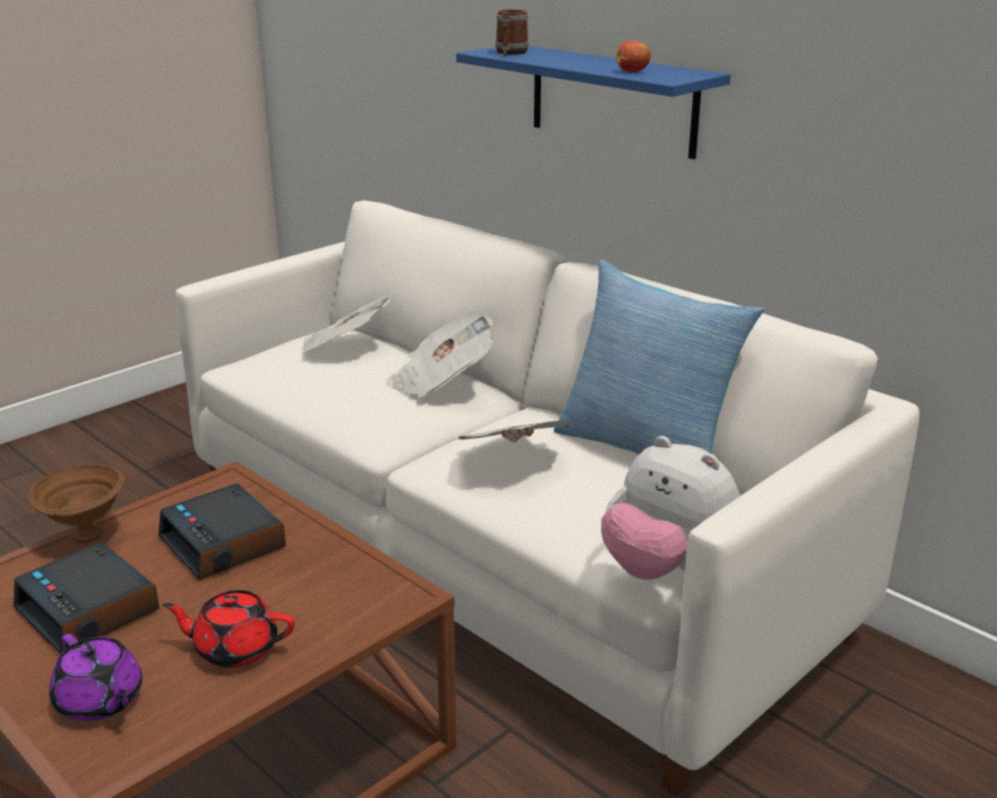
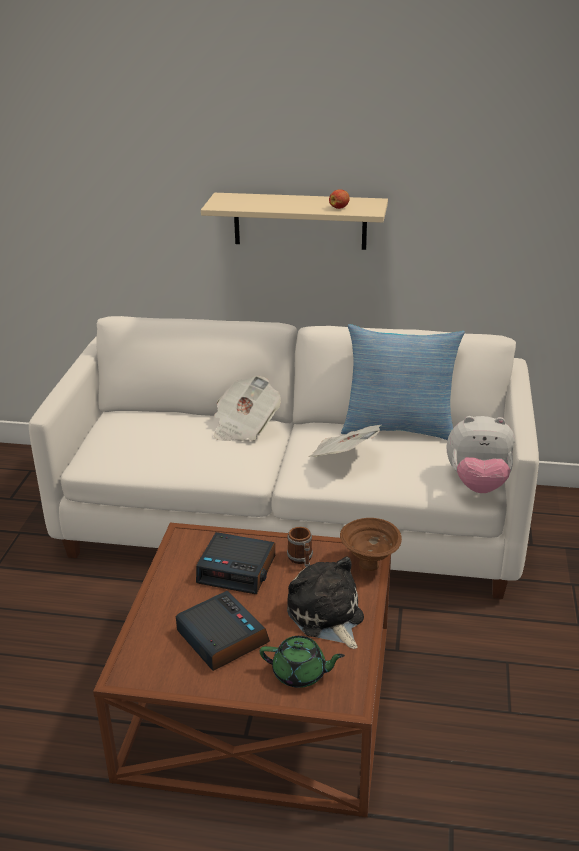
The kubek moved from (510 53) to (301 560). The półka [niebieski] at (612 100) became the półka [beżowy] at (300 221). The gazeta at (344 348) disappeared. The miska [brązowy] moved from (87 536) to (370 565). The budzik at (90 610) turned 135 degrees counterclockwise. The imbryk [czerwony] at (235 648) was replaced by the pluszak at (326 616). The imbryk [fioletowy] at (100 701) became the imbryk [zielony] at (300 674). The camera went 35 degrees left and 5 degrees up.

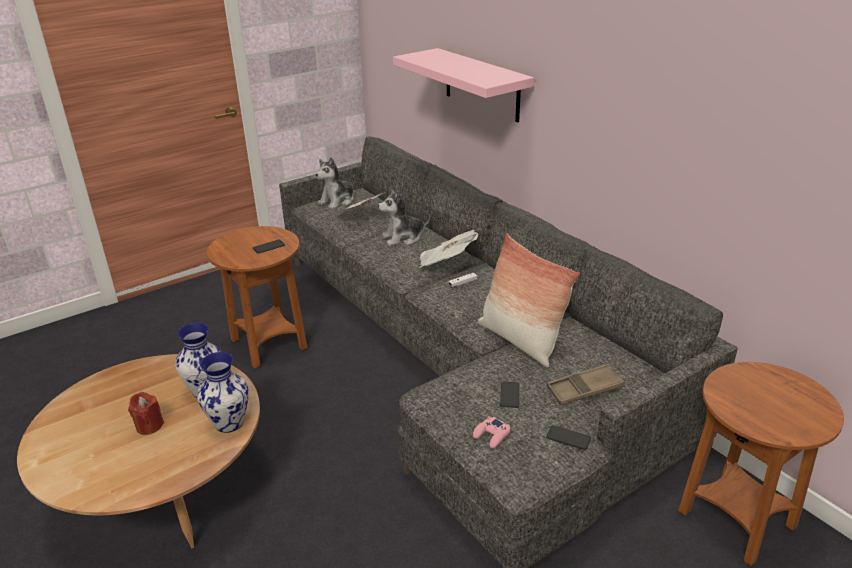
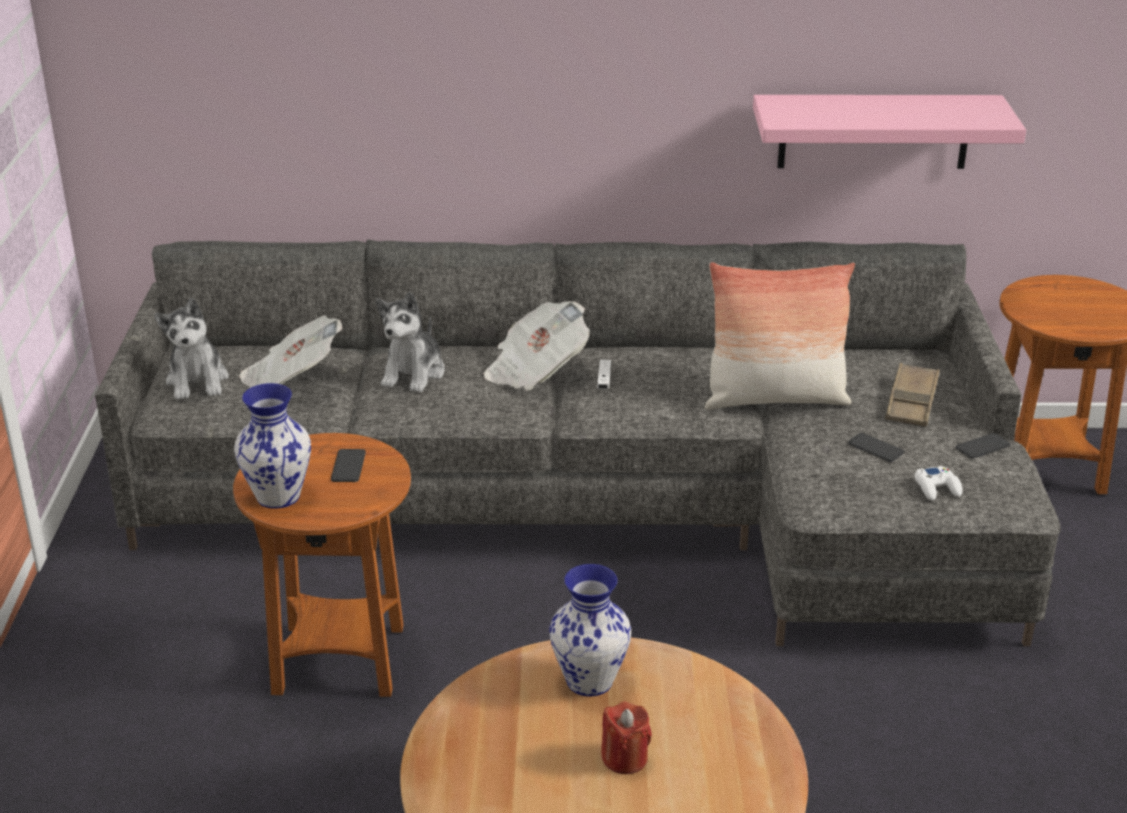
The półka [różowy] moved from (482 85) to (874 131). The wazon moved from (229 422) to (277 496). The pad do gier [różowy] at (492 436) became the pad do gier [biały] at (937 488). The camera went 55 degrees left and 0 degrees up.

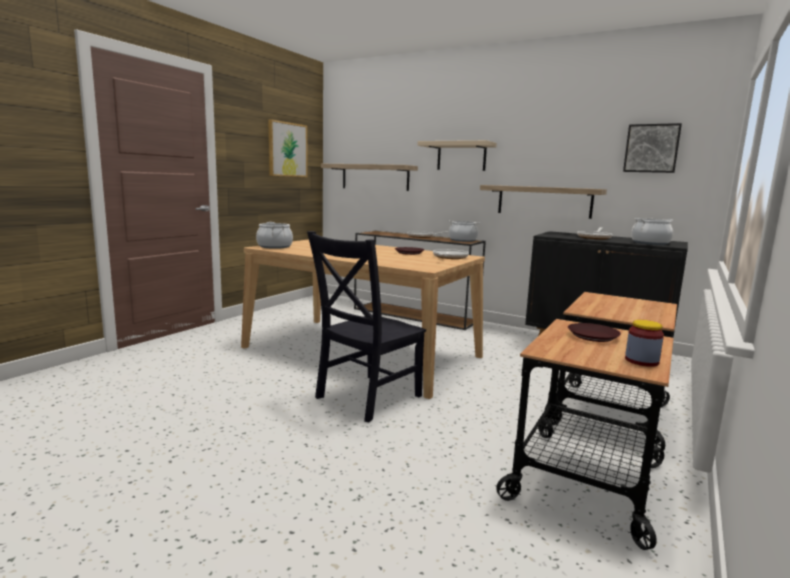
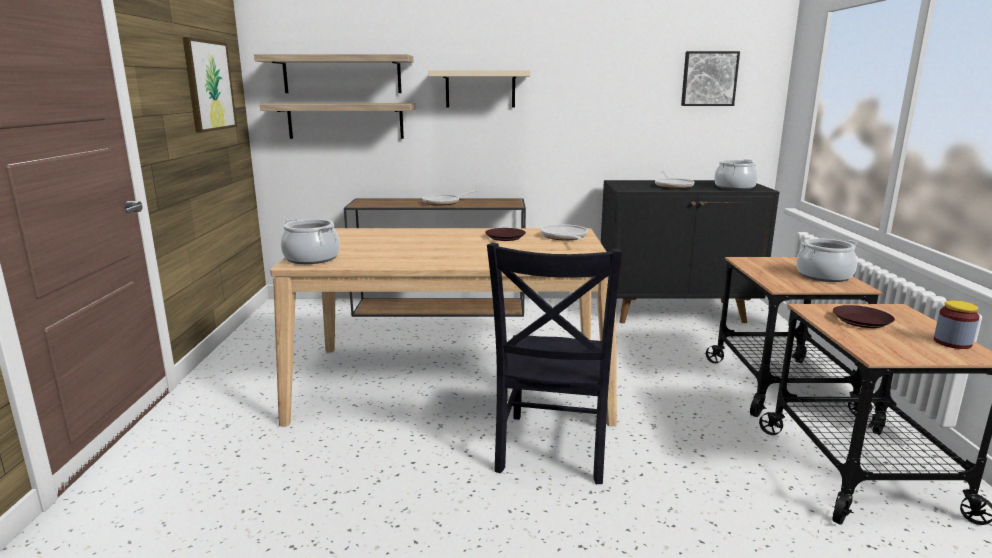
The półka moved from (544 201) to (342 74). The garnek moved from (463 240) to (824 276). The camera went 30 degrees left and 5 degrees up.

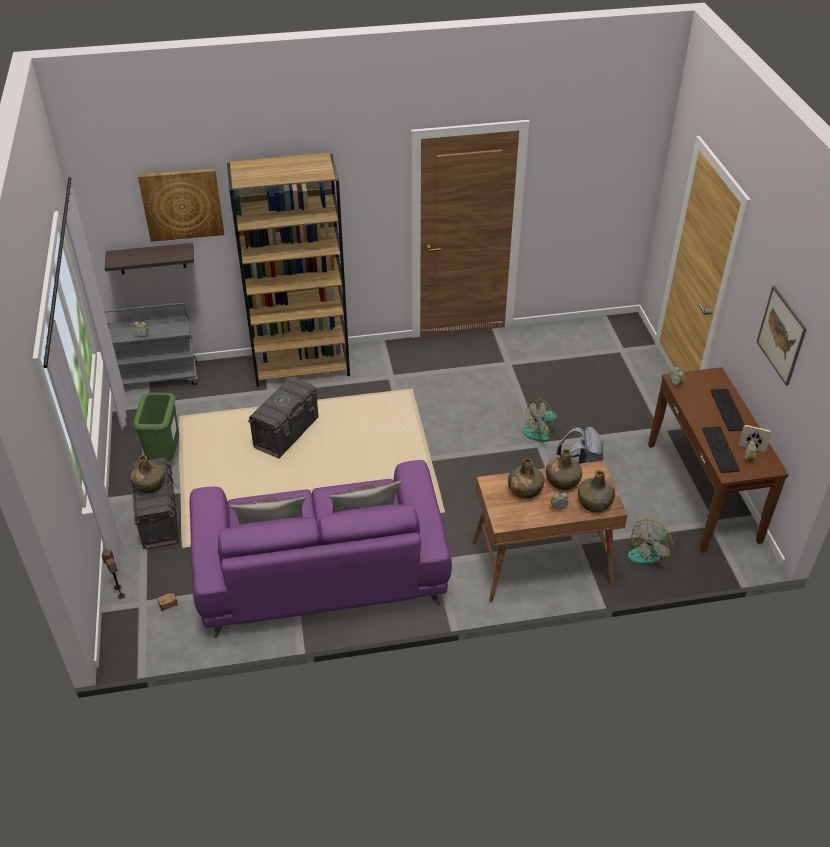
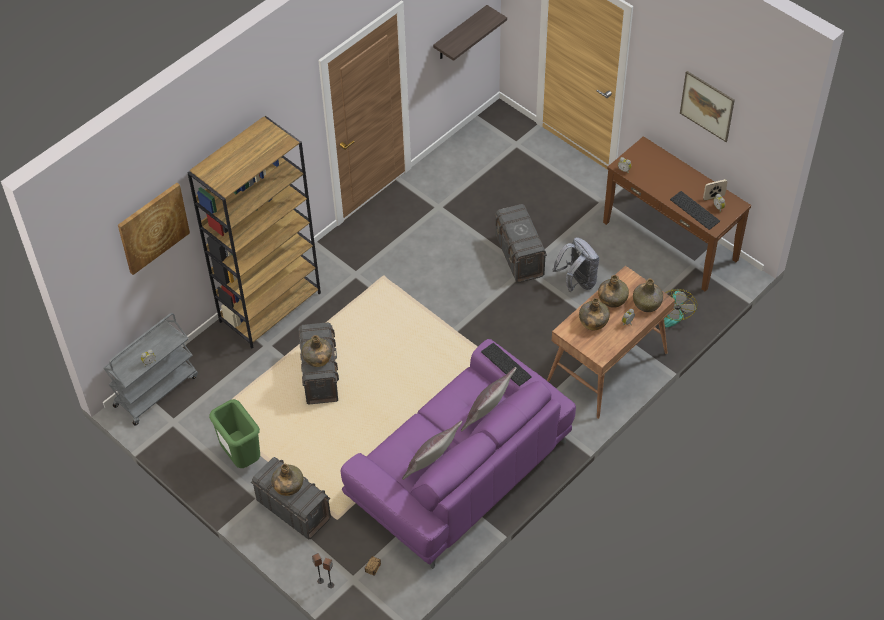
The półka moved from (152 258) to (460 34). The klawiatura moved from (726 409) to (505 364). The wentylator at (543 432) was replaced by the pojemnik do przechowywania [szary] at (519 256). The butelka [zielony] at (317 358) appeared. The camera went 35 degrees left and 10 degrees up.

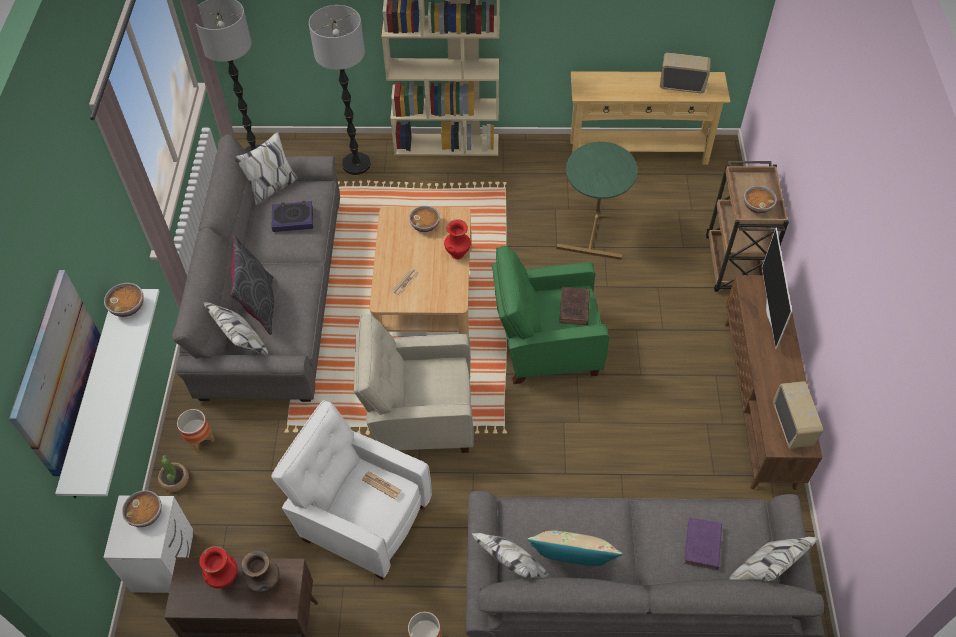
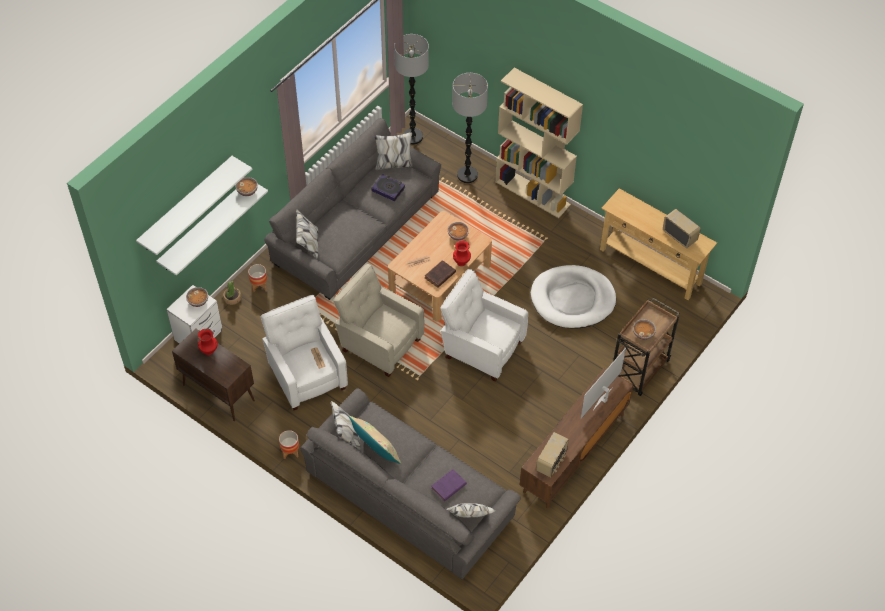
The stolik [zielony] at (593 231) was replaced by the legowisko [biały] at (572 299). The poduszka [szary] at (259 306) disappeared. The fotel [zielony] at (545 346) became the fotel [biały] at (481 348). The obraz at (55 372) was replaced by the półka [biały] at (186 204). The książka [brązowy] moved from (574 309) to (439 275). The wazon [brązowy] at (266 584) disappeared. The camera went 35 degrees right and 0 degrees up.

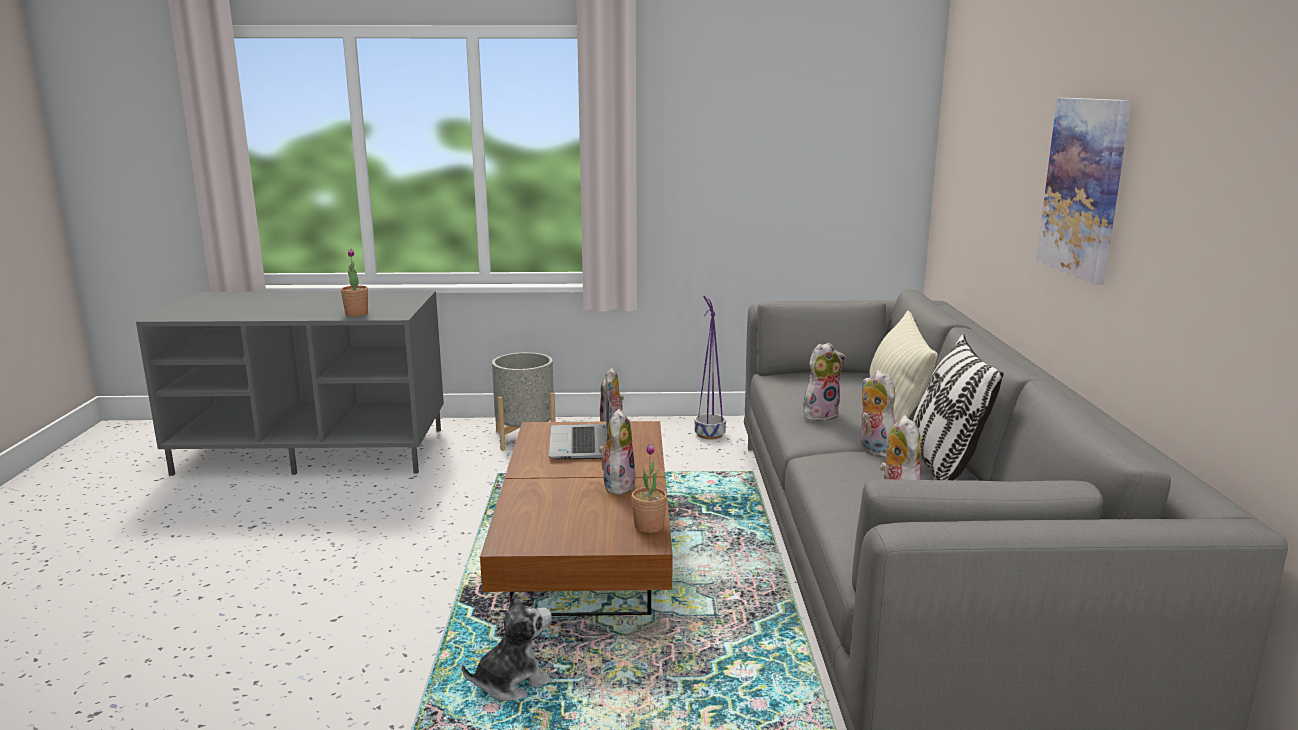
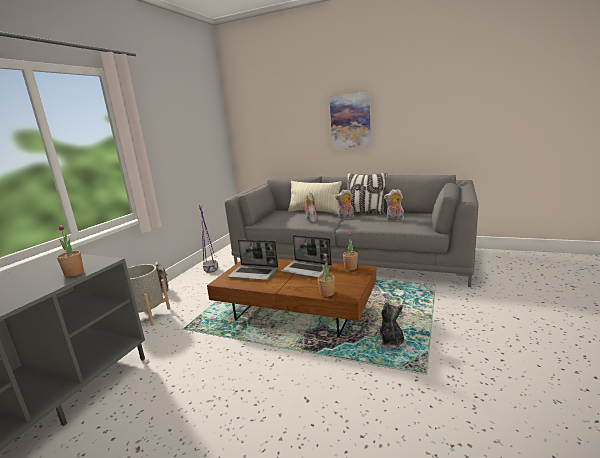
The pluszak at (617 485) was replaced by the laptop at (307 270). The roślina doniczkowa at (327 293) appeared. The camera went 65 degrees left and 0 degrees up.

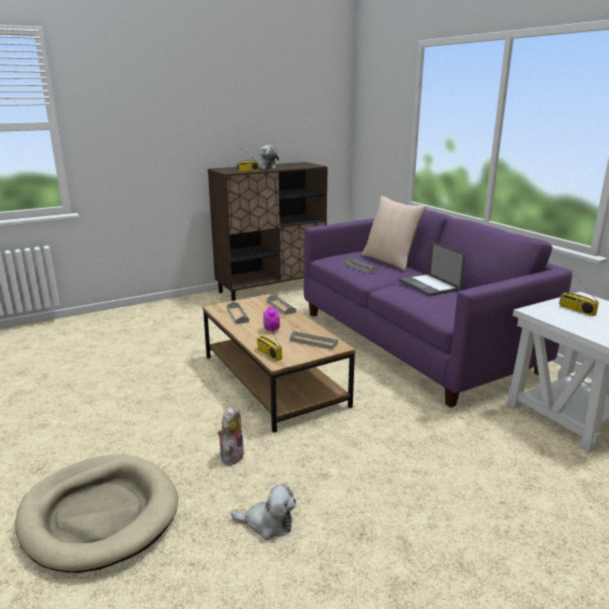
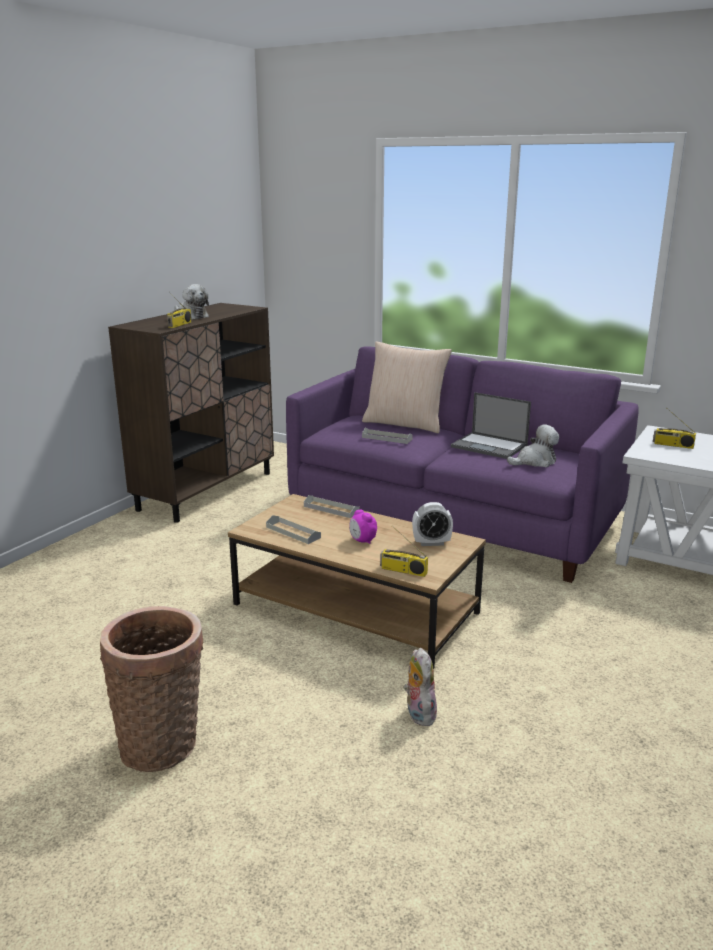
The taca [szary] at (313 342) was replaced by the budzik at (431 543). The legowisko [beżowy] at (99 514) disappeared. The pluszak moved from (267 524) to (535 462). The koszyk at (163 743) appeared. The camera went 30 degrees left and 0 degrees up.

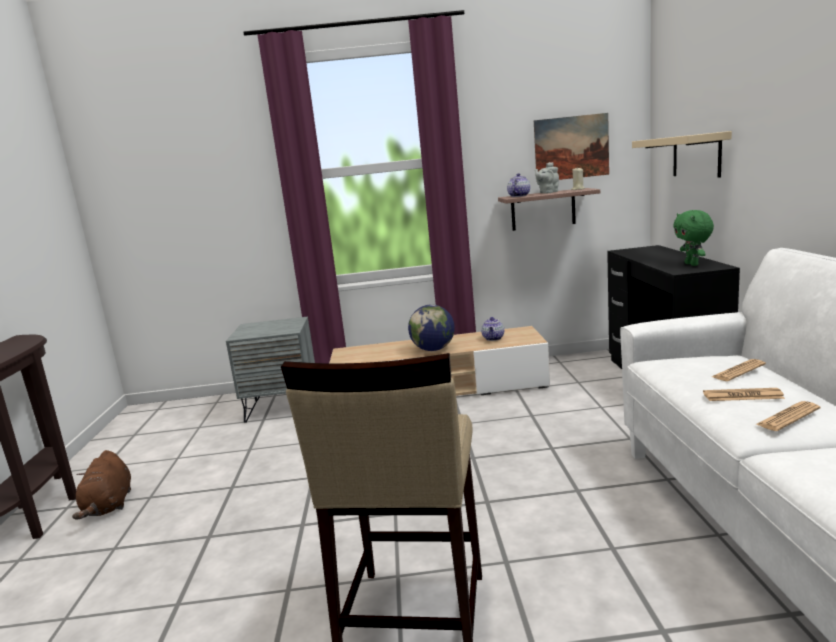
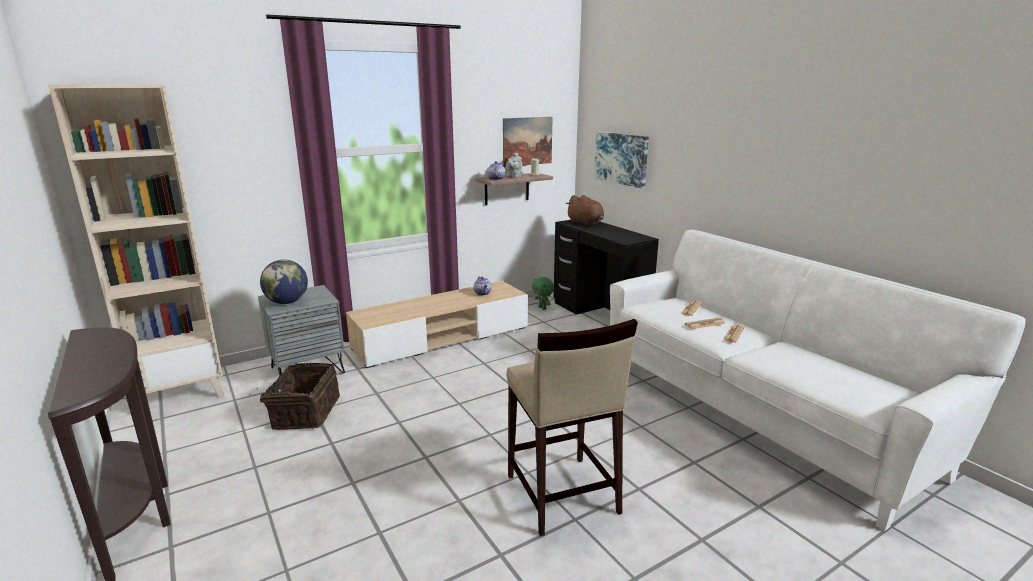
The półka [beżowy] at (696 155) was replaced by the obraz at (621 158). The pluszak [zielony] moved from (692 264) to (542 308). The globus moved from (433 349) to (287 302). The pluszak [brązowy] moved from (109 506) to (586 223). The regał [beżowy] at (182 392) appeared. The koszyk at (304 413) appeared. The camera went 30 degrees left and 5 degrees up.

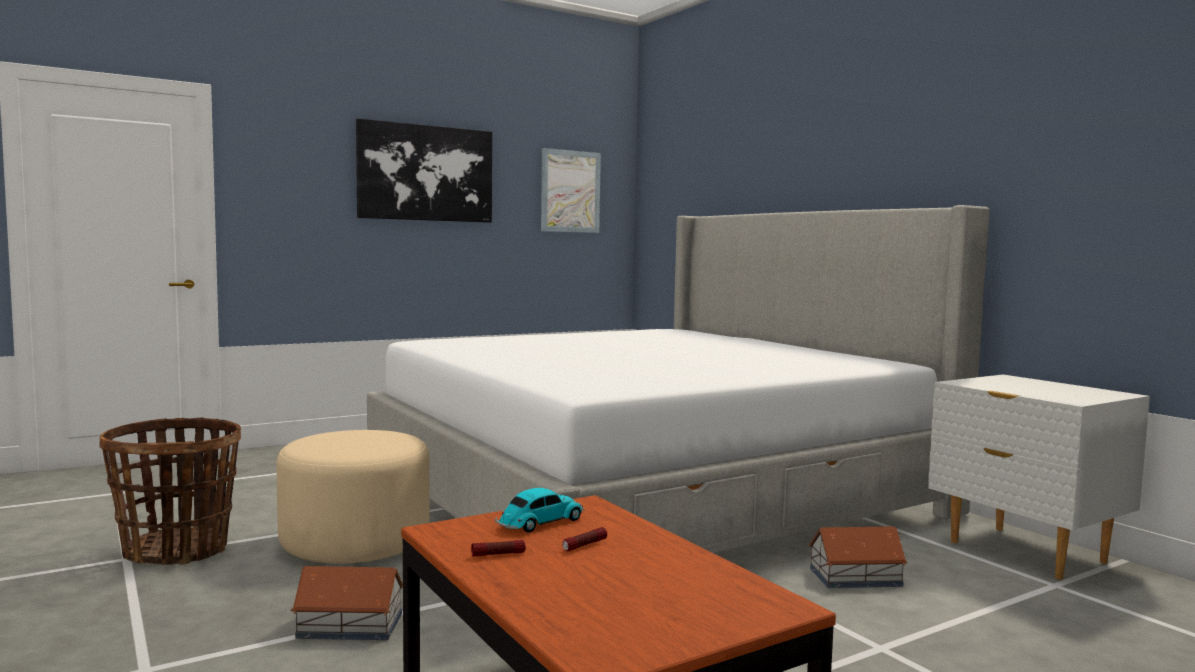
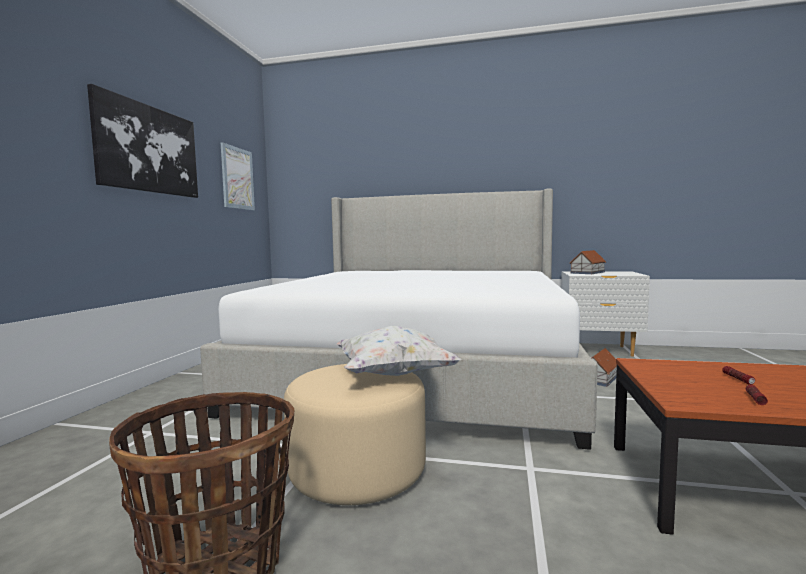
The samochodzik at (539 523) disappeared. The domek moved from (351 626) to (588 272). The poduszka [biały] at (393 374) appeared. The camera went 45 degrees left and 0 degrees up.

